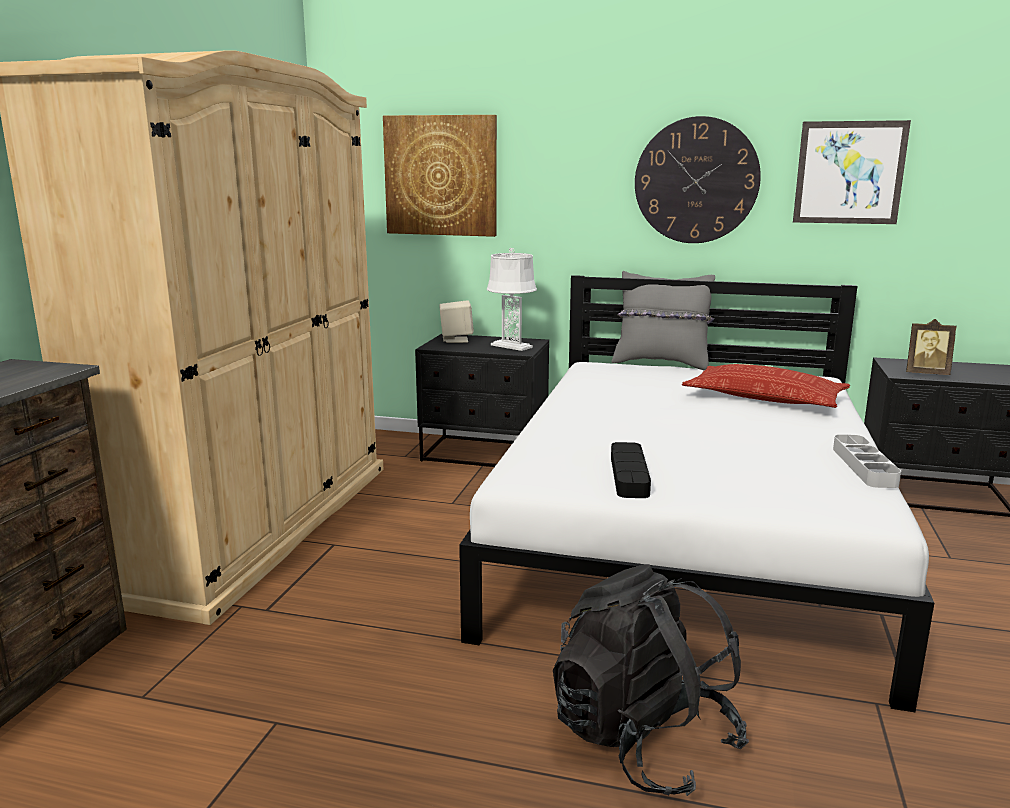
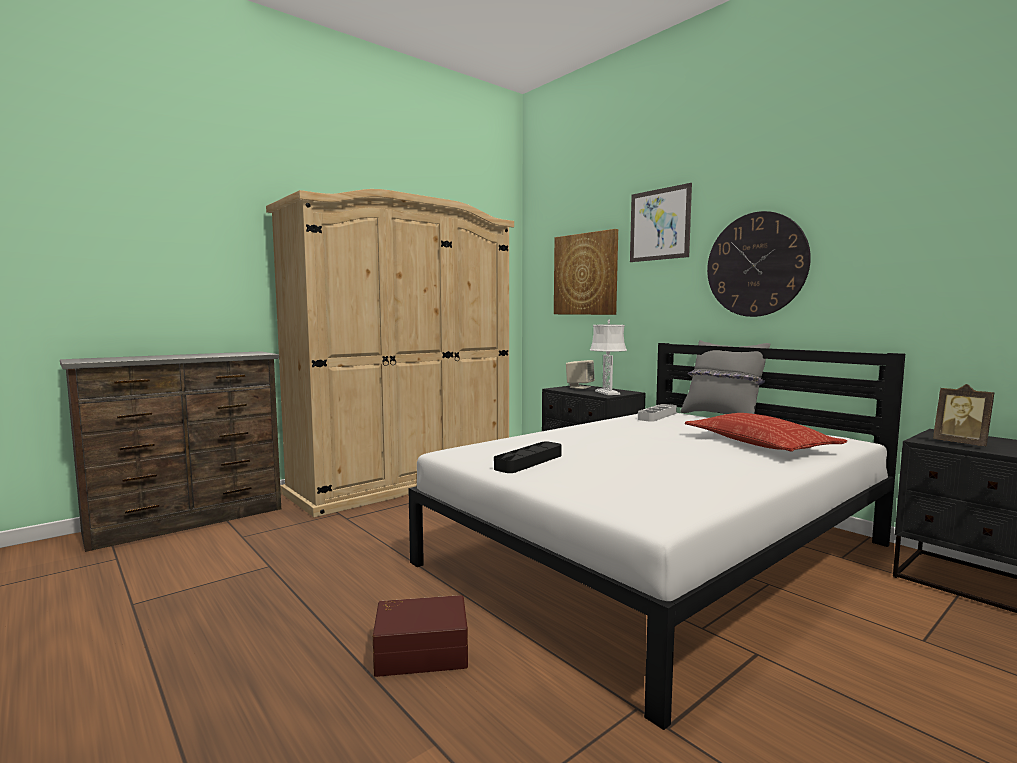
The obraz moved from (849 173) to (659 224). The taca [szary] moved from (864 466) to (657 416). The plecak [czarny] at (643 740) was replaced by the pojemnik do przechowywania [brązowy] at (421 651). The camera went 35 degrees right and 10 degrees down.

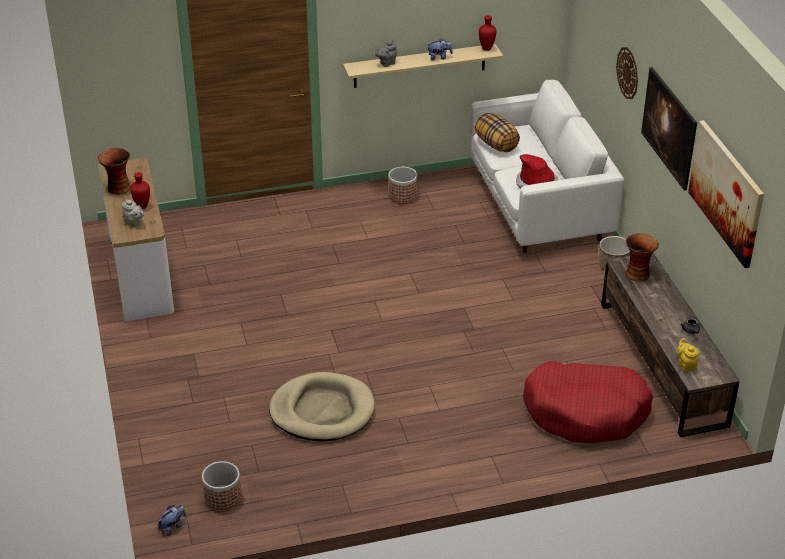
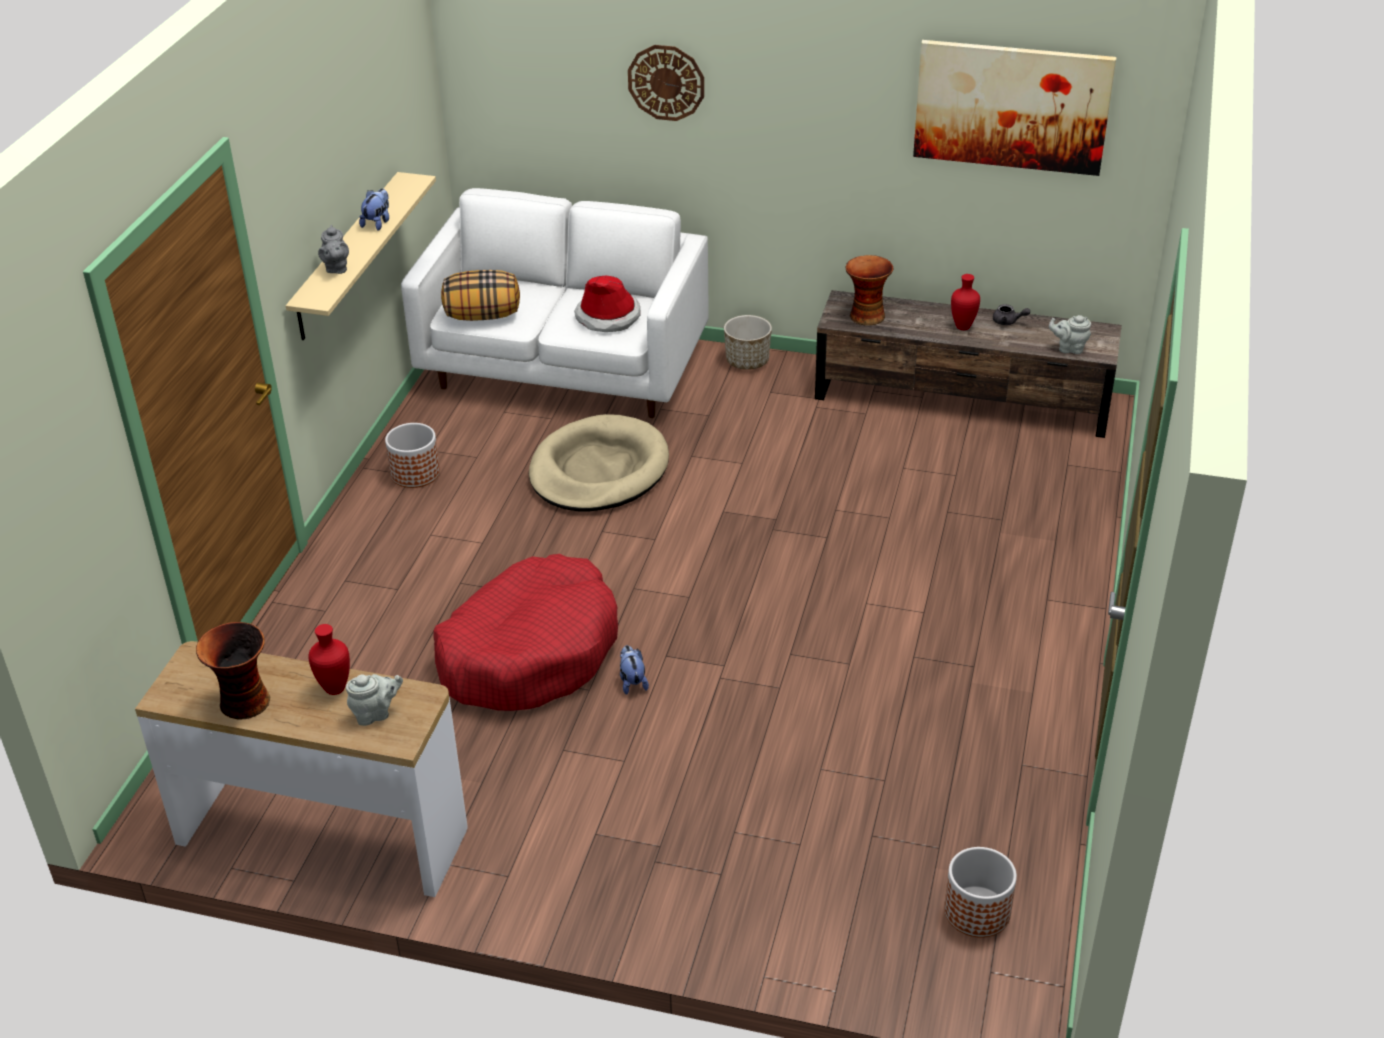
The wazon [czerwony] moved from (486 48) to (962 326). The obraz at (666 144) disappeared. The imbryk [żółty] at (686 365) became the imbryk [szary] at (1069 348). The legowisko [czerwony] moved from (586 412) to (529 652). The legowisko [beżowy] moved from (322 411) to (598 470). The pluszak moved from (173 526) to (632 682). The camera went 60 degrees left and 0 degrees up.

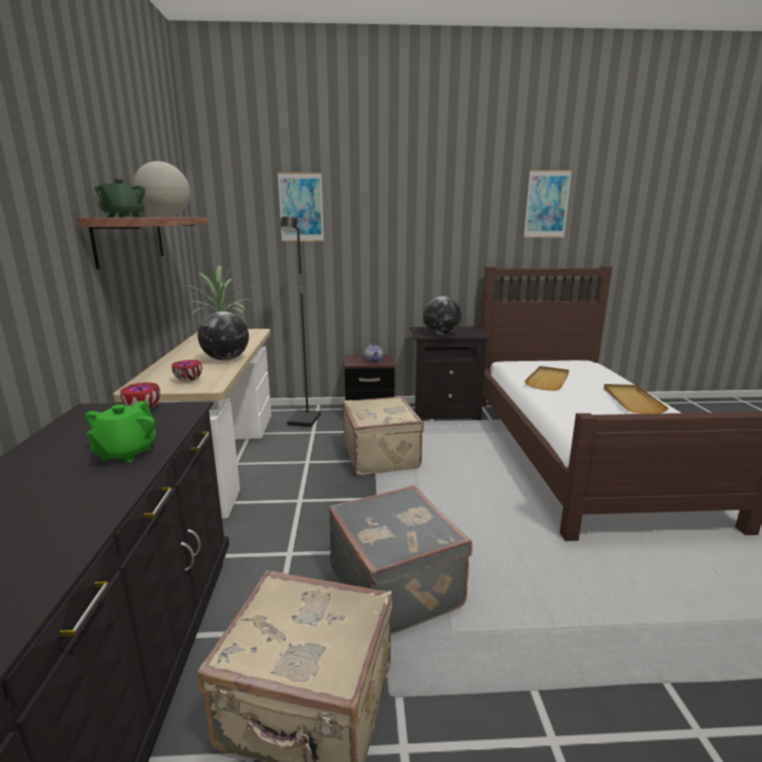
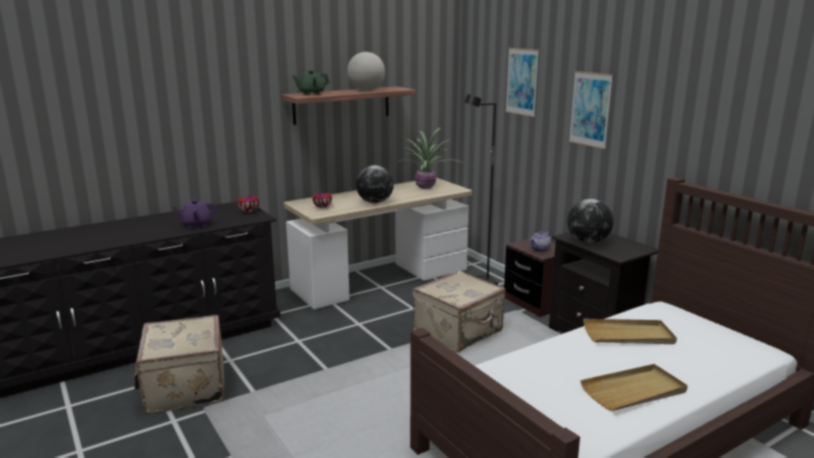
The obraz moved from (547 204) to (590 109). The imbryk [zielony] at (125 453) became the imbryk [fioletowy] at (196 225). The walizka [szary] at (397 586) disappeared. The camera went 60 degrees right and 0 degrees up.

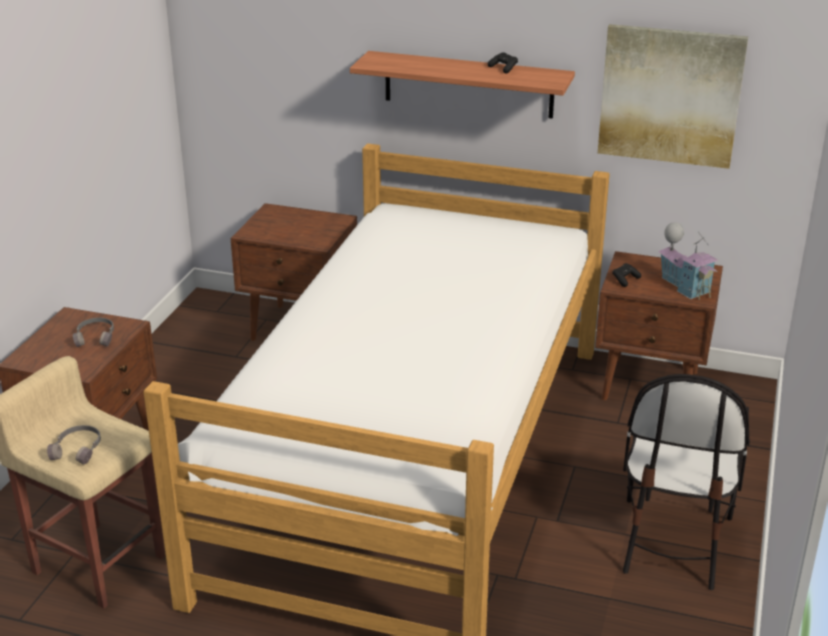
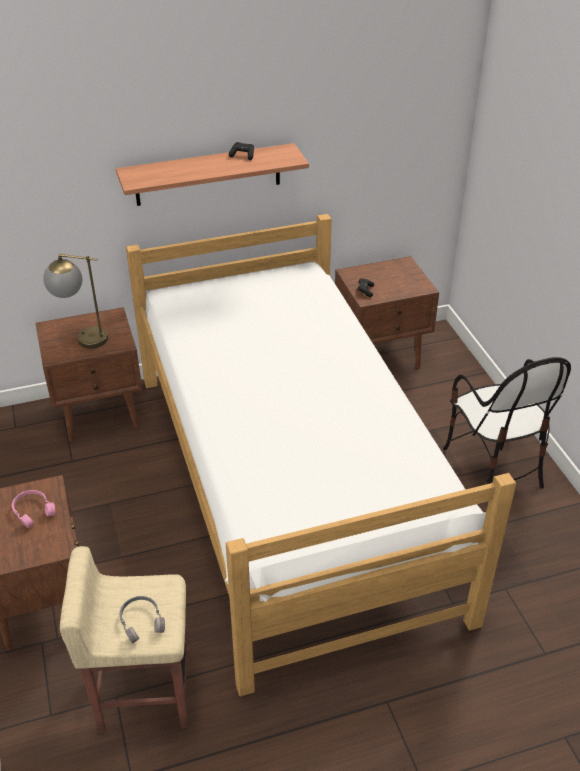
The obraz at (670 95) disappeared. The domek at (685 286) disappeared. The słuchawki [szary] at (96 337) became the słuchawki [różowy] at (33 511). The lampa stołowa at (82 338) appeared. The camera went 35 degrees left and 10 degrees up.

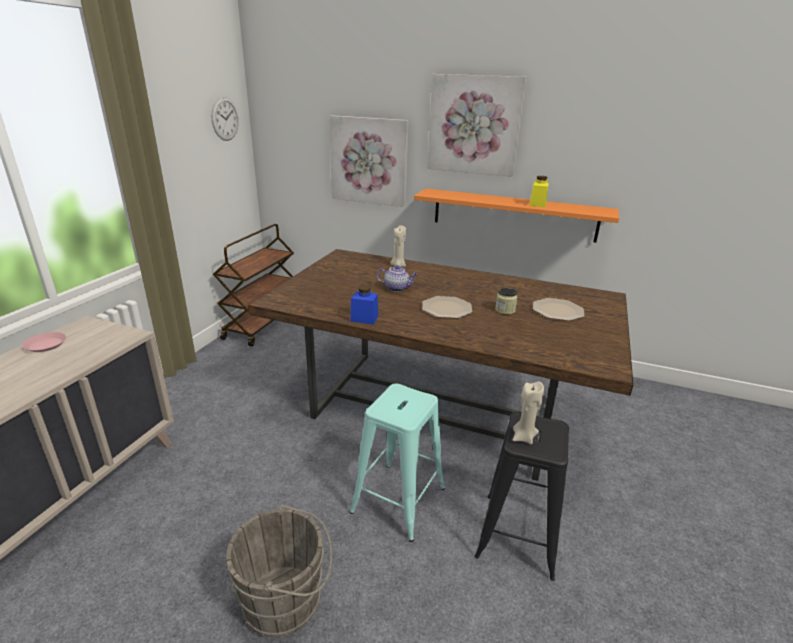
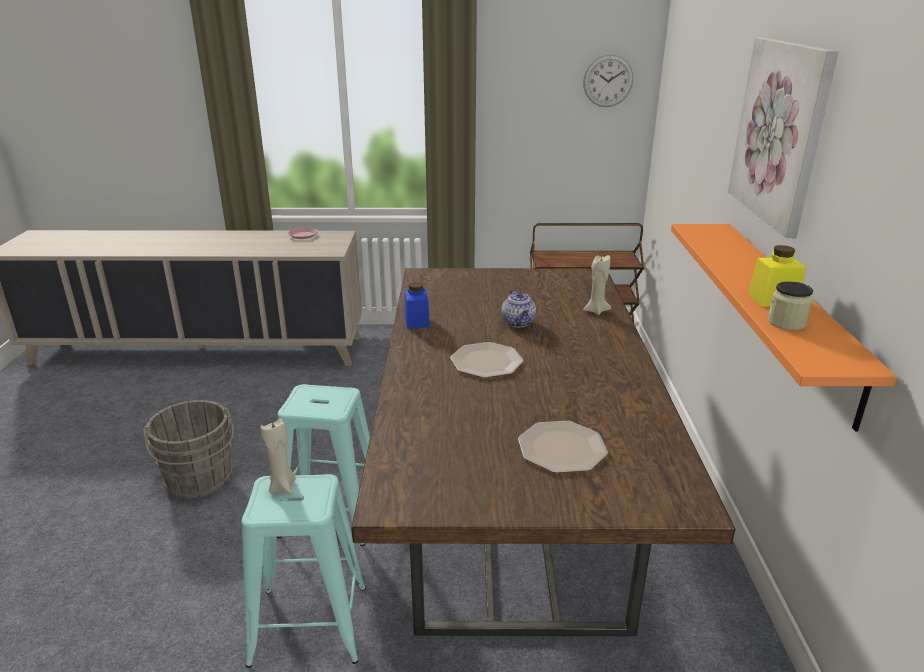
The obraz at (369 161) disappeared. The słoik moved from (505 310) to (786 322). The stołek [czarny] at (518 534) became the stołek [turkusowy] at (309 625). The camera went 70 degrees right and 0 degrees up.

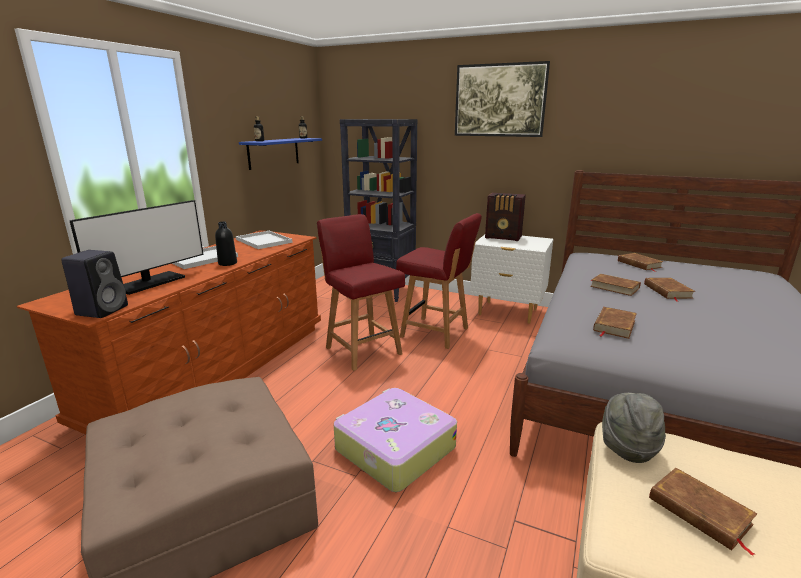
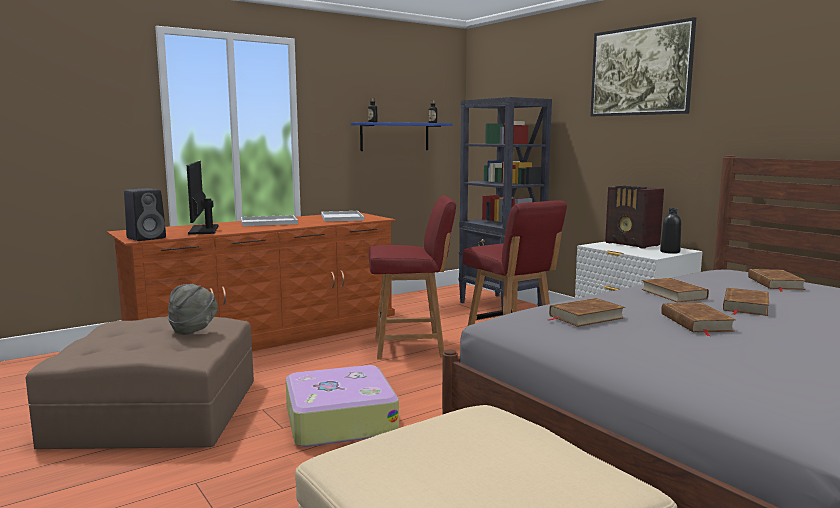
The monitor at (150 283) turned 105 degrees clockwise. The krzesło [czerwony] at (362 350) turned 90 degrees clockwise. The butelka [czarny] moved from (227 263) to (670 252). The kapelusz [szary] moved from (627 447) to (194 329). The książka [brązowy] moved from (699 512) to (696 322). The camera went 30 degrees right and 10 degrees down.

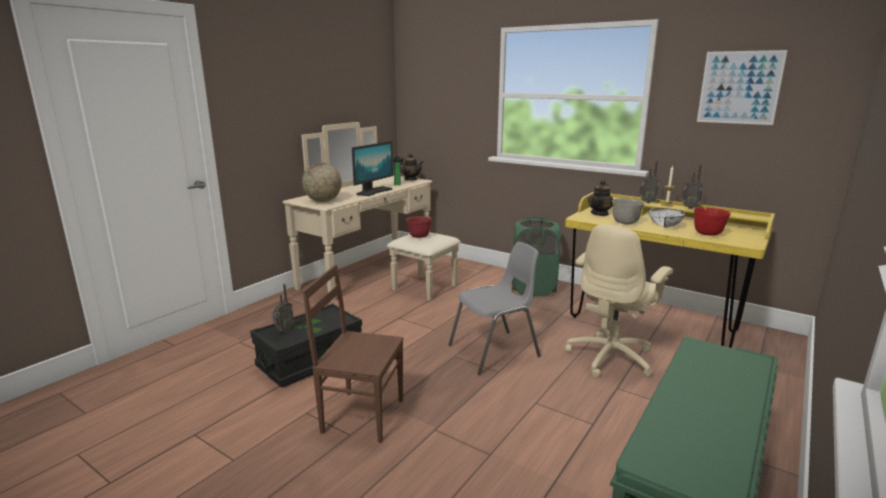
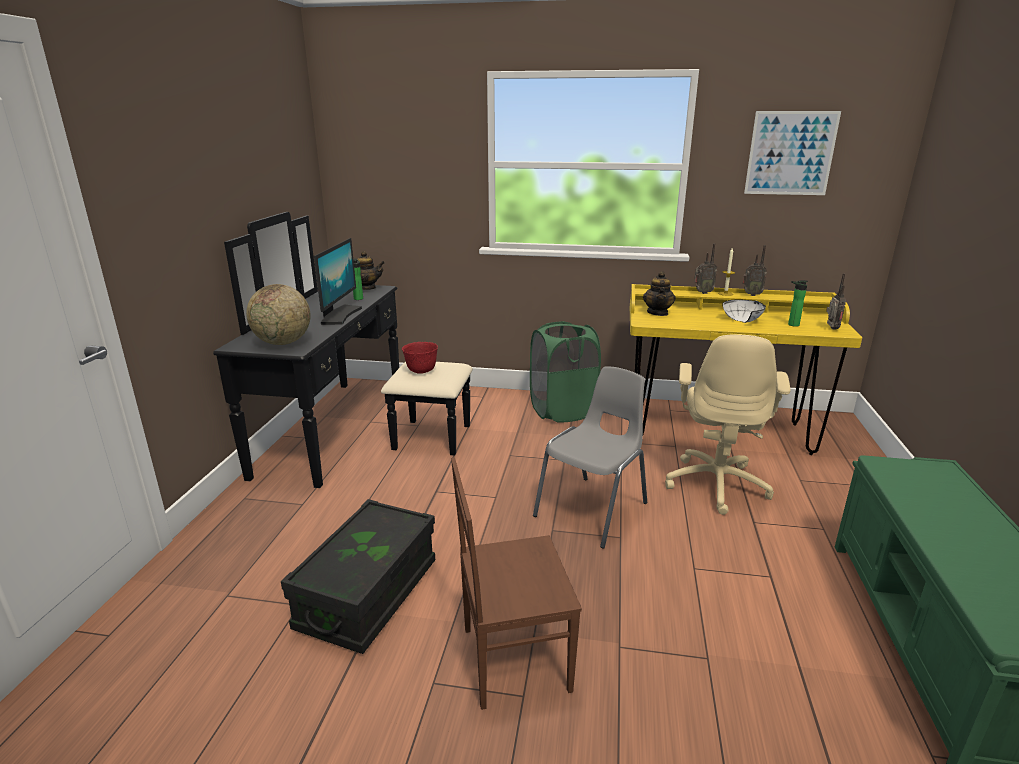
The komoda [beżowy] at (380 275) became the komoda [czarny] at (356 430). The miska [szary] at (624 223) disappeared. The miska [czerwony] at (708 234) was replaced by the butelka at (791 325). The radio moved from (283 331) to (831 329). The camera went 25 degrees left and 5 degrees up.

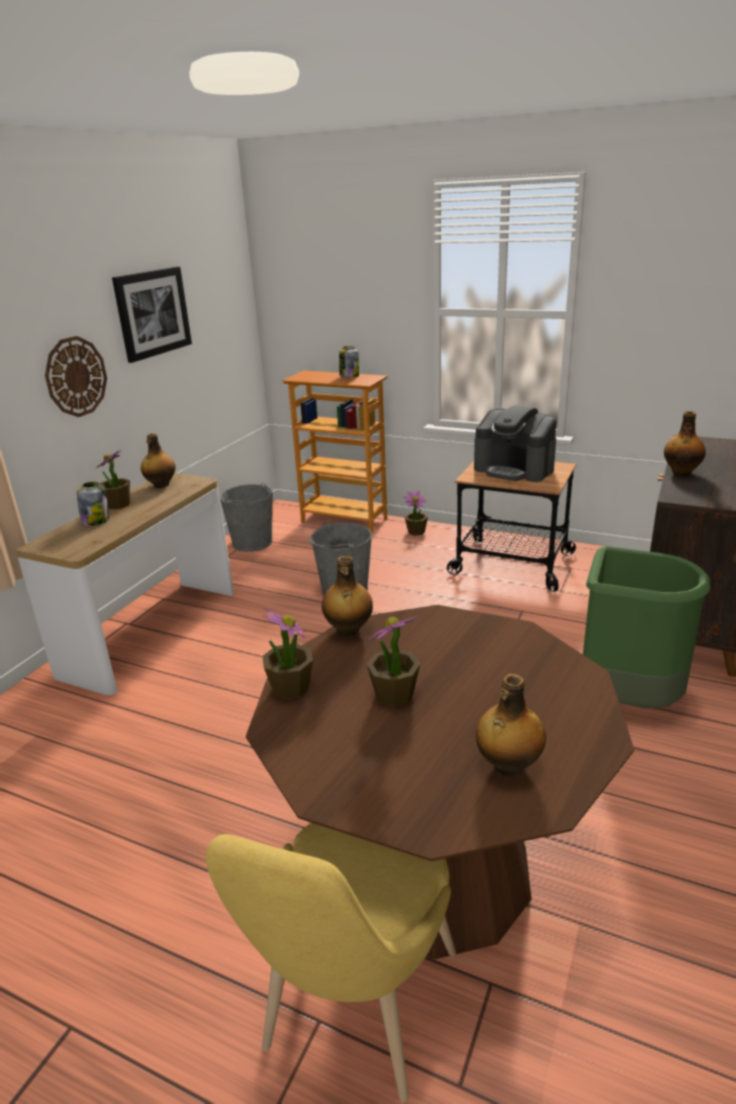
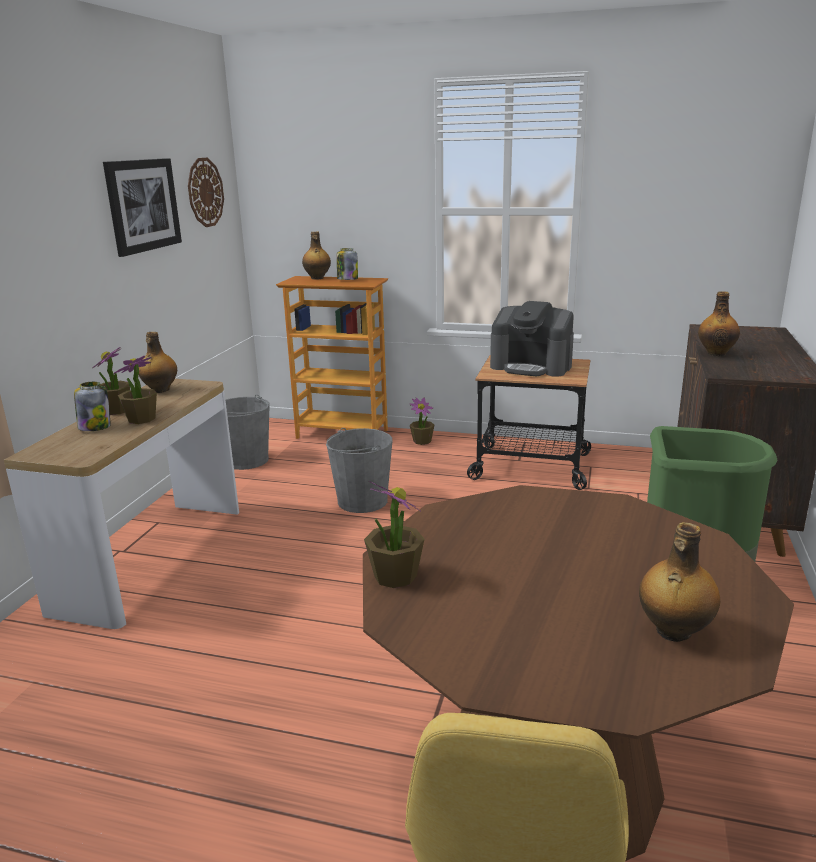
The zegar ścienny moved from (76 376) to (205 192). The butelka moved from (348 630) to (317 278). The roślina doniczkowa moved from (394 695) to (141 419). The camera went 10 degrees left and 5 degrees down.

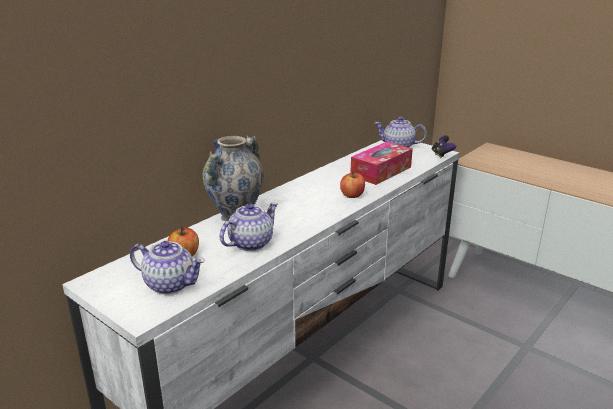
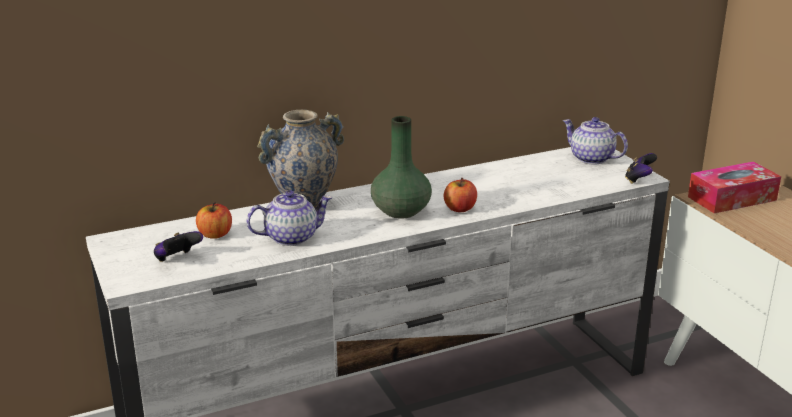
The pudełko chusteczek moved from (381 171) to (732 198). The imbryk at (171 284) was replaced by the pad do gier at (177 259). The wazon [zielony] at (400 211) appeared. The camera went 25 degrees right and 0 degrees up.

